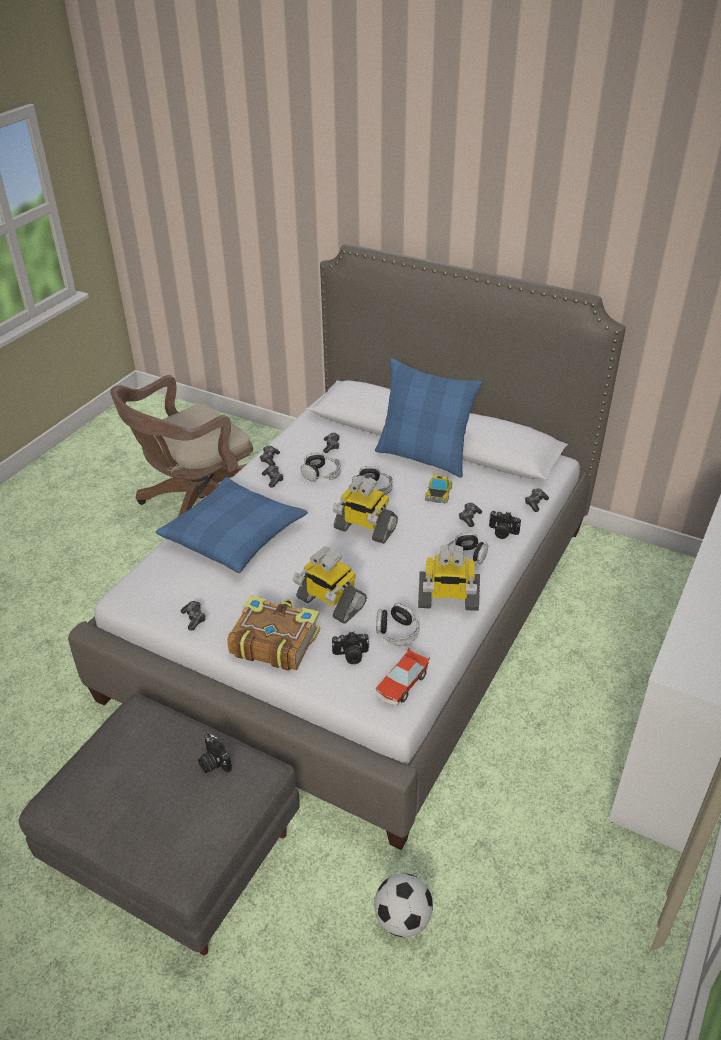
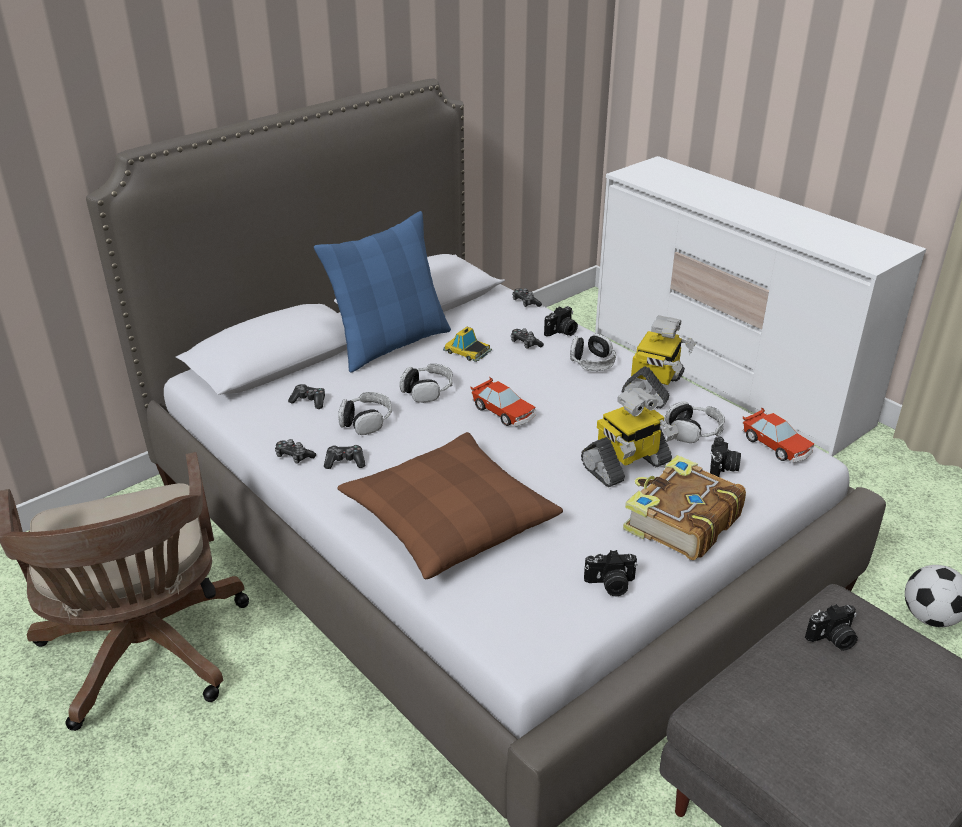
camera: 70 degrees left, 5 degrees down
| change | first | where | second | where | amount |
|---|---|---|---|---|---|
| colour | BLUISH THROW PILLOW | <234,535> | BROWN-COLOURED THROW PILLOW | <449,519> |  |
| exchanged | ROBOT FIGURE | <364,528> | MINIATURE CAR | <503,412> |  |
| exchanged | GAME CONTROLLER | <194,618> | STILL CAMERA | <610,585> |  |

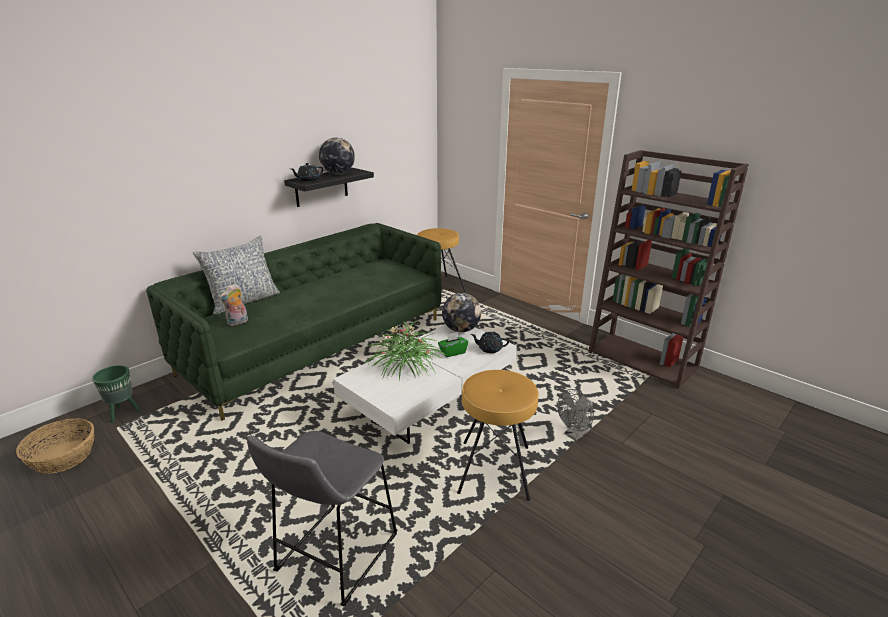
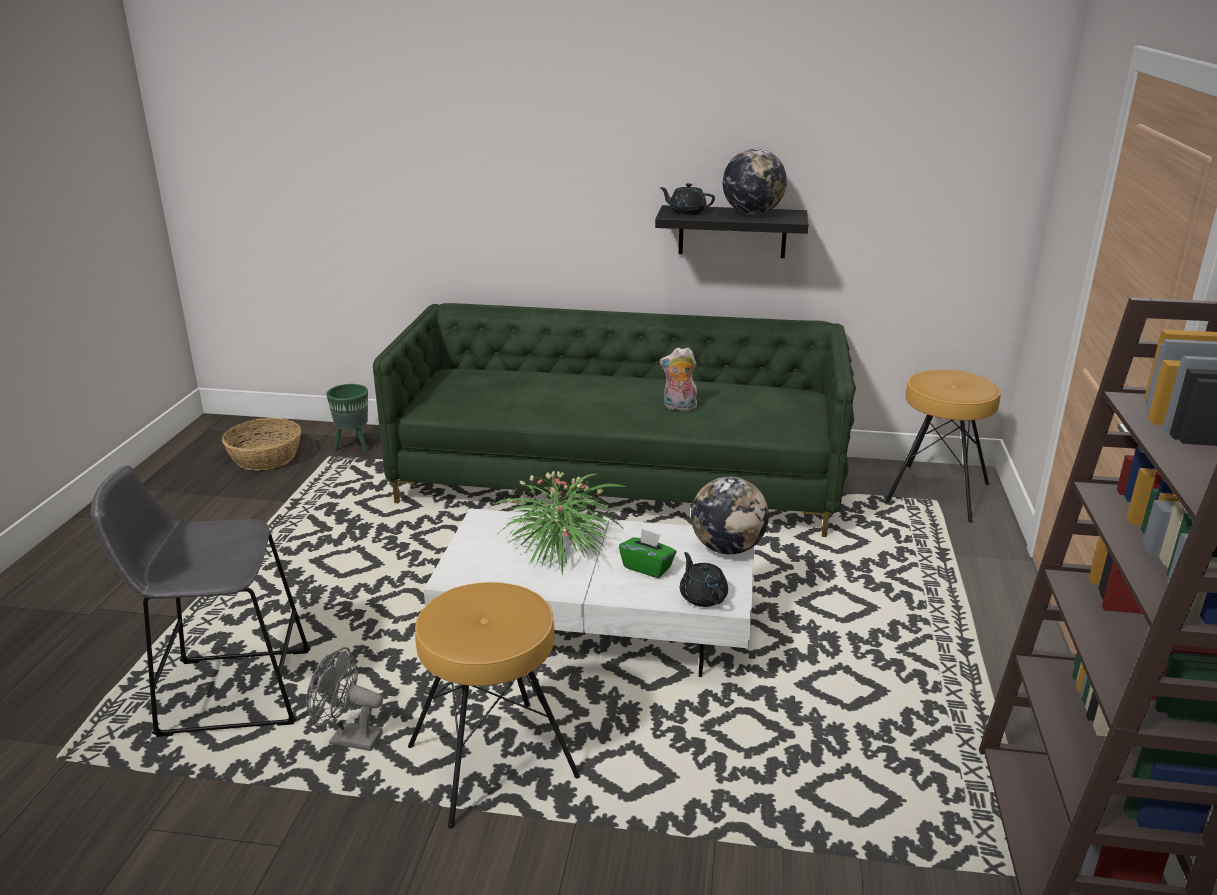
camera: 55 degrees right, 0 degrees up
| change | first | where | second | where | amount |
|---|---|---|---|---|---|
| relocated | GRAY FAN | <574,434> |  | <348,738> |  |
| relocated | CUDDLY TOY | <237,322> |  | <679,407> |  |
| missing | THROW PILLOW | <243,301> |  |  |  |

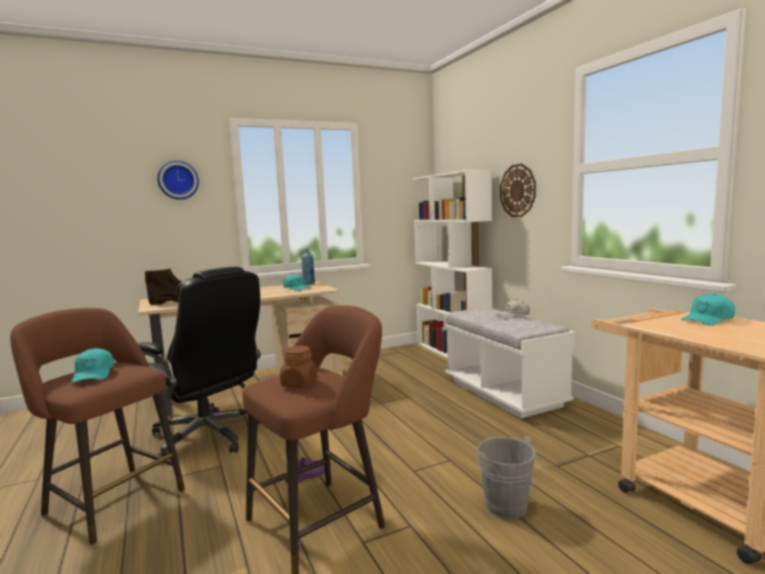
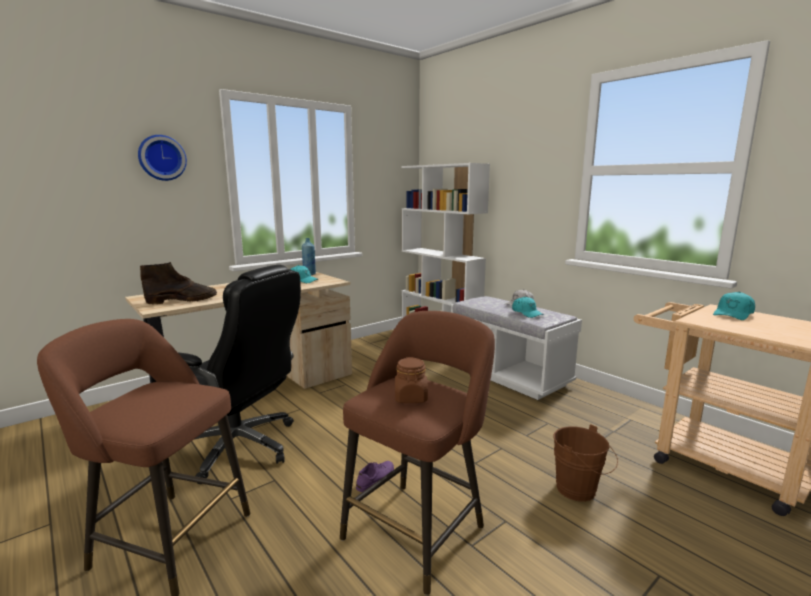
camera: 15 degrees left, 5 degrees up
| change | first | where | second | where | amount |
|---|---|---|---|---|---|
| relocated | TURQUOISE-COLOURED CAP | <94,374> |  | <527,313> |  |
| colour | GRAY WATER BUCKET | <509,509> | BROWN-COLOURED WATER BUCKET | <580,491> |  |
| missing | CLOCK ON THE WALL | <518,190> |  |  |  |

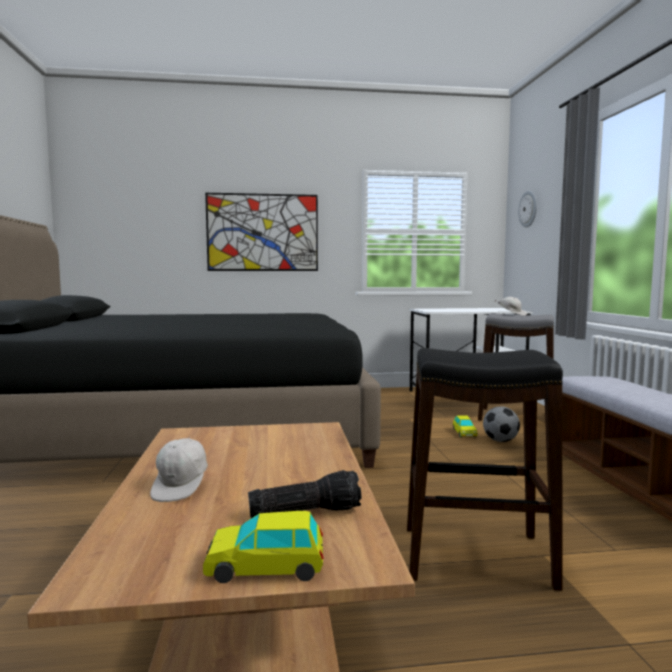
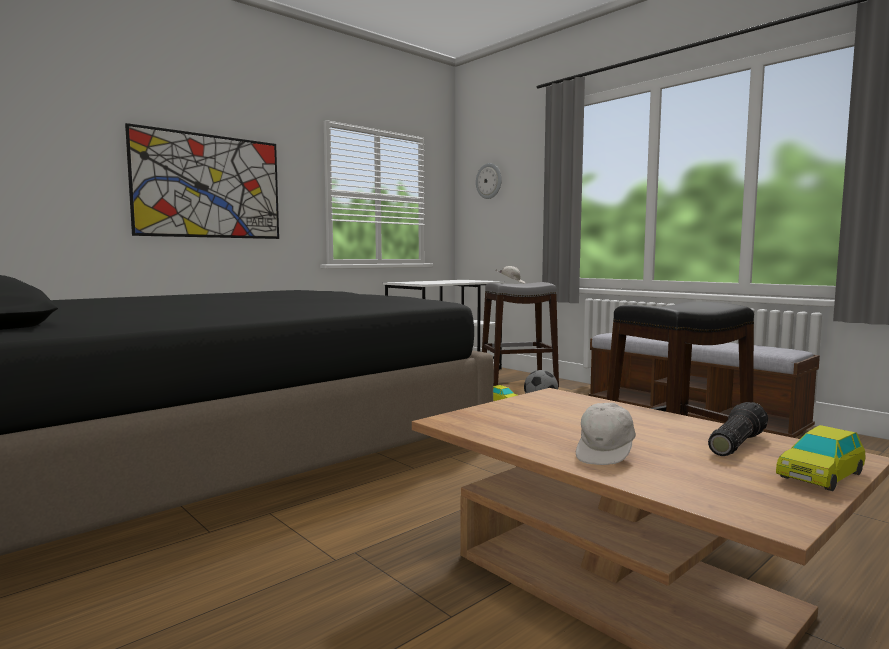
camera: 35 degrees left, 0 degrees up
| change | first | where | second | where | amount |
|---|---|---|---|---|---|
| spun | WHITE CAP | <182,487> |  | <606,454> | 60 degrees clockwise |

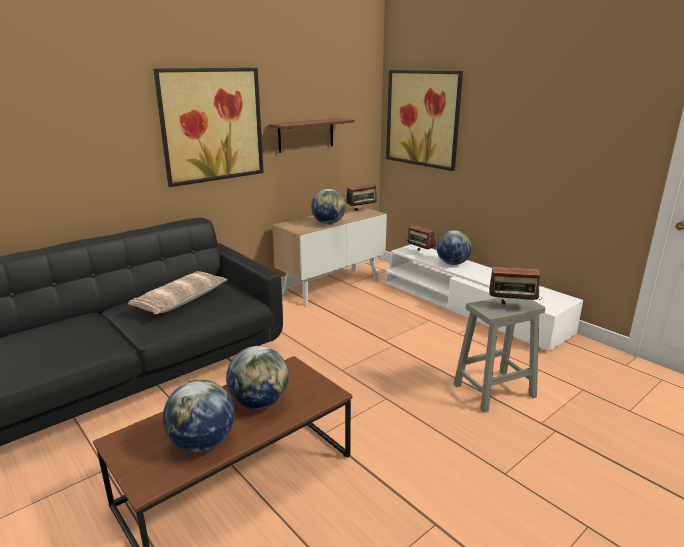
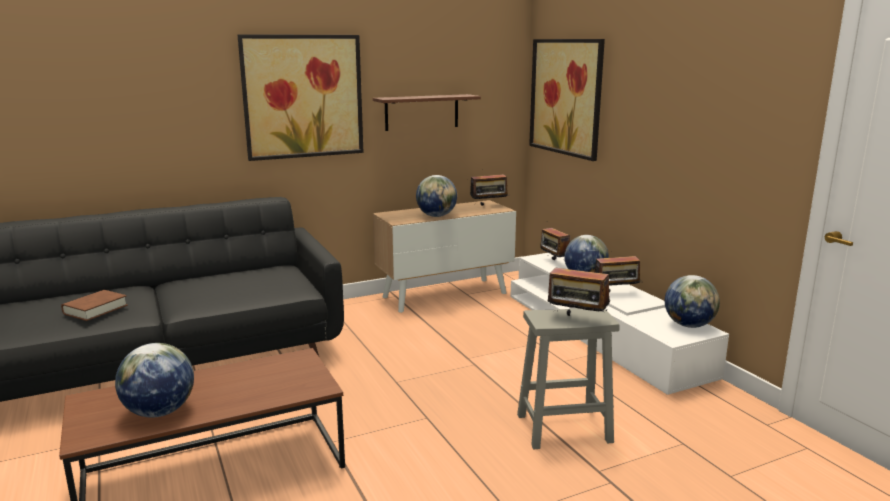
camera: 15 degrees right, 5 degrees down
| change | first | where | second | where | amount |
|---|---|---|---|---|---|
| appeared |  |  | BROWN-COLOURED VOLUME | <95,309> |  |
| appeared |  |  | RADIO | <616,293> |  |
| relocated | DESK GLOBE | <259,403> |  | <689,325> |  |
| missing | THROW PILLOW | <180,301> |  |  |  |

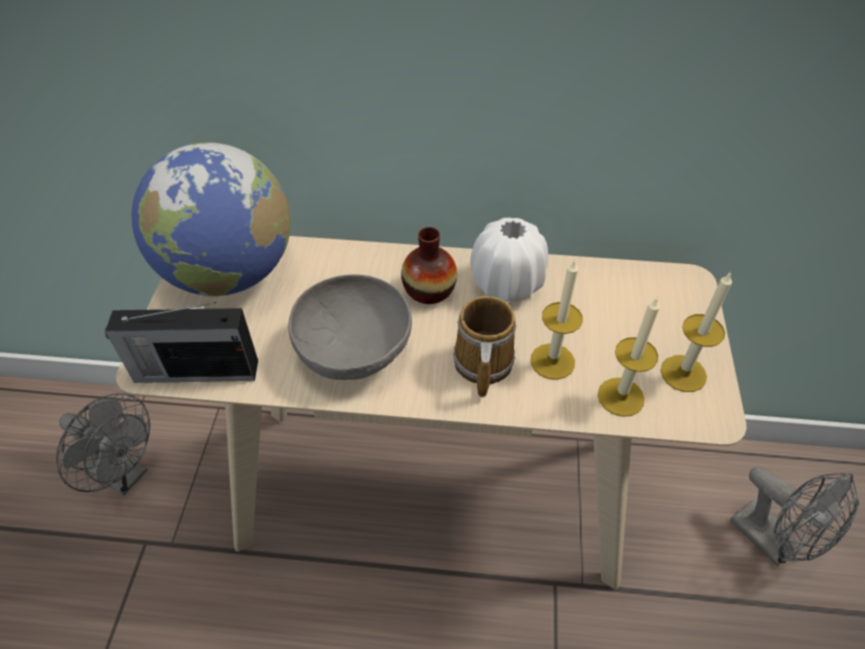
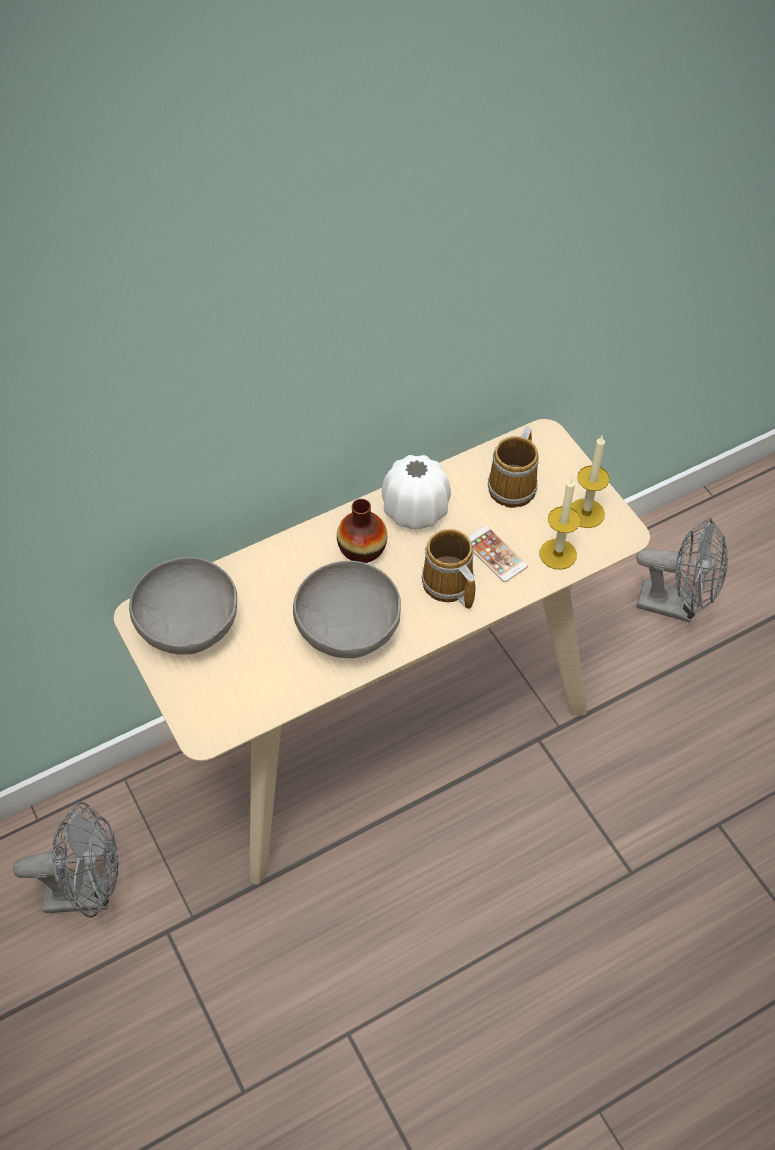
camera: 35 degrees left, 5 degrees up
| change | first | where | second | where | amount |
|---|---|---|---|---|---|
| exchanged | DESK GLOBE | <229,273> | GRAY SERVING BOWL | <189,624> |  |
| exchanged | WAX CANDLE | <552,361> | TELEPHONE | <495,554> |  |
| appeared |  |  | MUG | <515,486> |  |
| missing | RADIO | <194,371> |  |  |  |

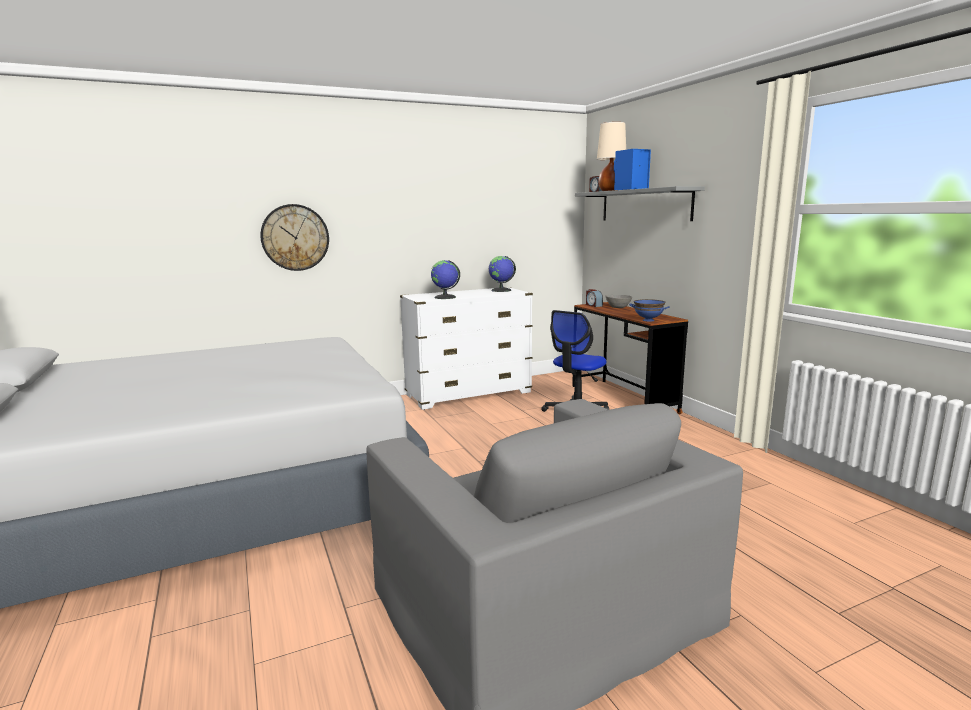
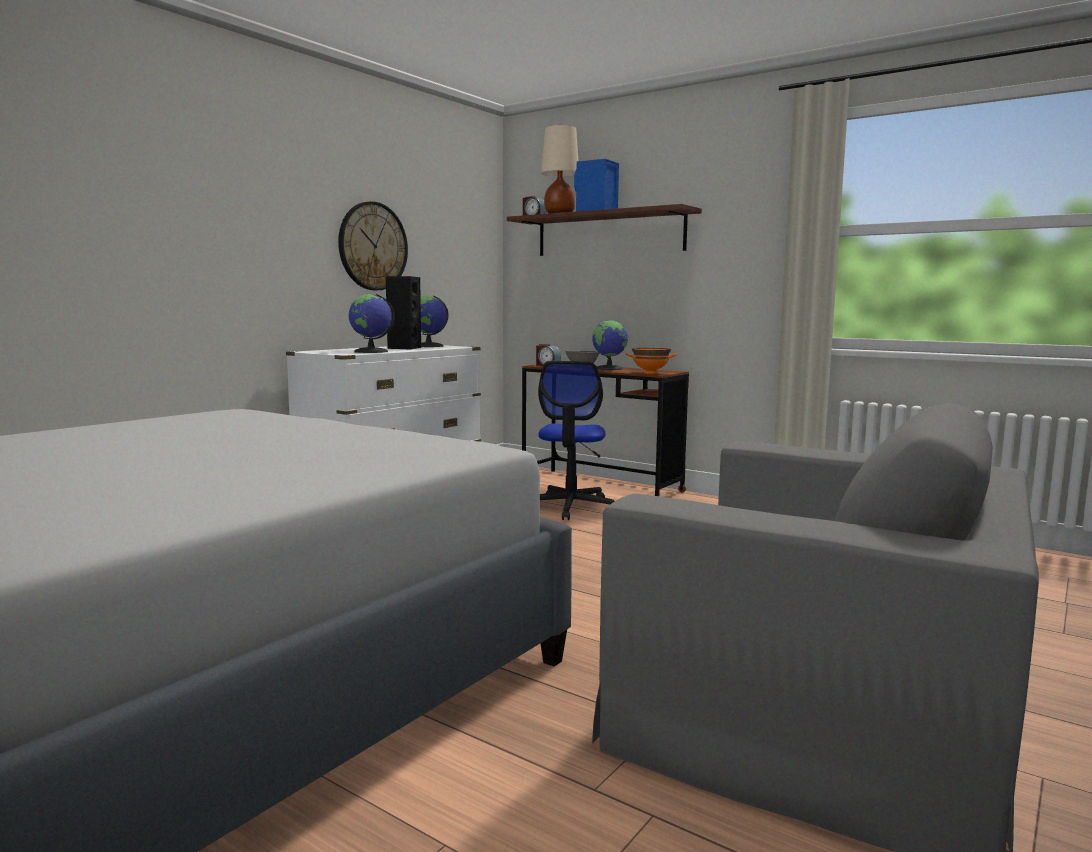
camera: 30 degrees left, 5 degrees down
| change | first | where | second | where | amount |
|---|---|---|---|---|---|
| relocated | CLOCK ON THE WALL | <295,237> |  | <372,246> |  |
| appeared |  |  | BLACKISH AUDIO SPEAKER | <404,348> |  |
| colour | GRAY BRACKET SHELF | <644,205> | BROWN-COLOURED BRACKET SHELF | <609,234> |  |
| appeared |  |  | DESK GLOBE | <609,368> |  |
| colour | BLUISH SERVING BOWL | <648,320> | ORANGE SERVING BOWL | <650,373> |  |

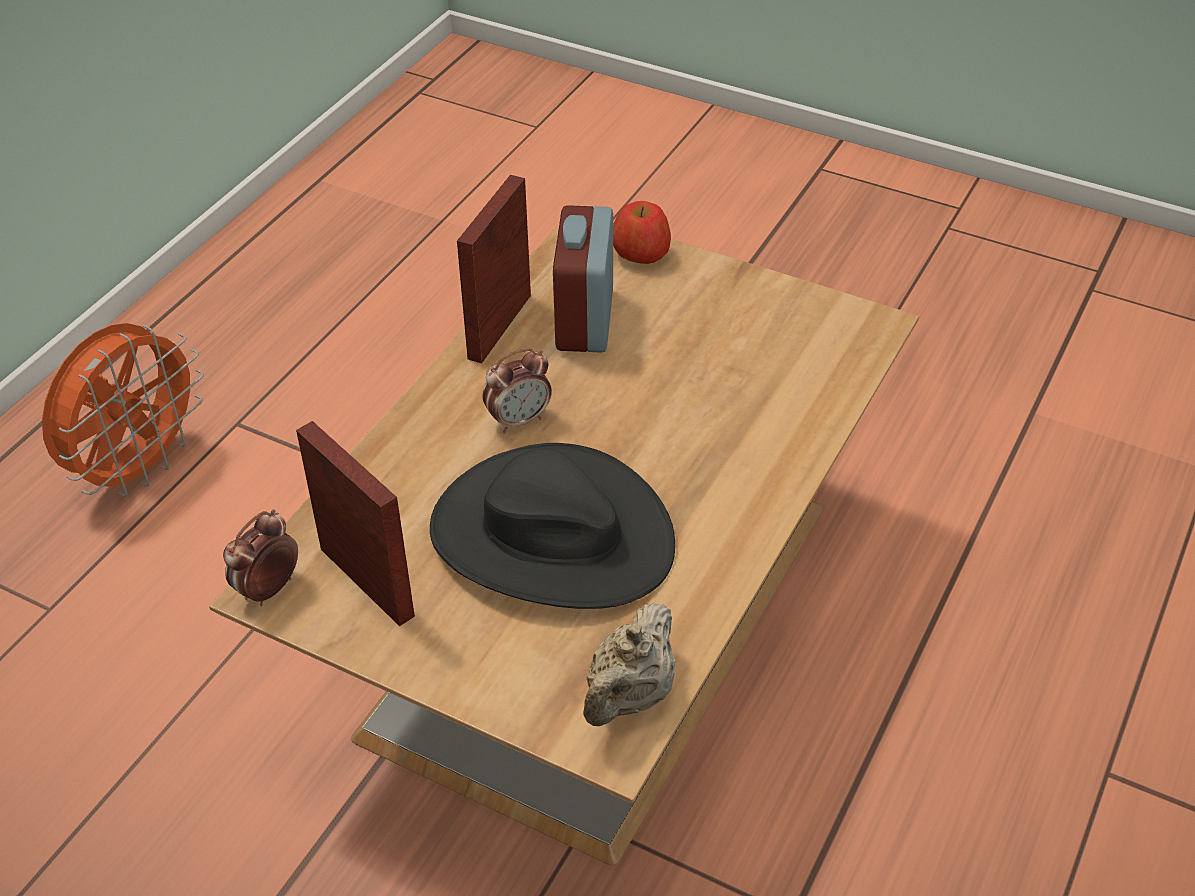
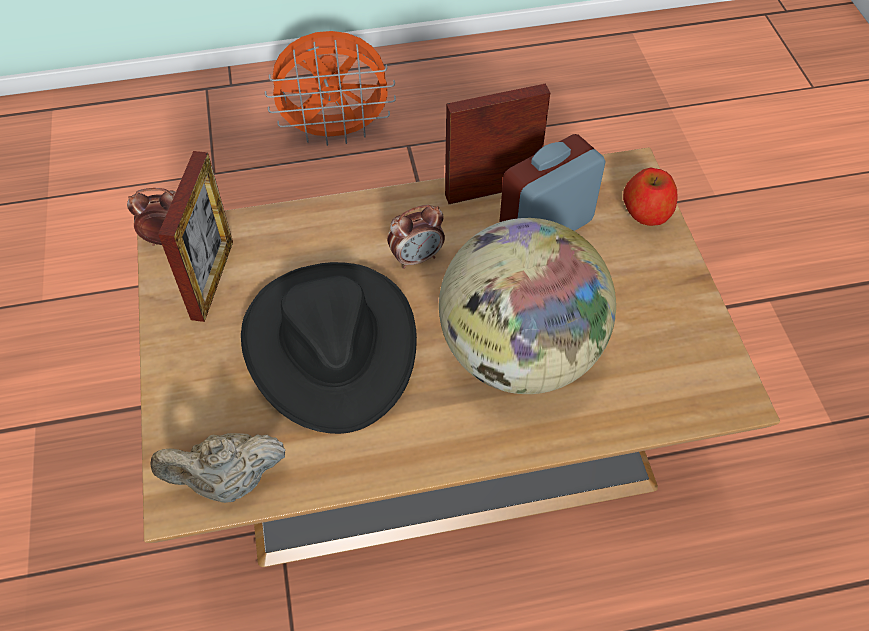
camera: 50 degrees right, 10 degrees up
| change | first | where | second | where | amount |
|---|---|---|---|---|---|
| spun | BEDSIDE CLOCK | <519,420> |  | <417,258> | 45 degrees counterclockwise |
| appeared |  |  | DESK GLOBE | <519,354> |  |

